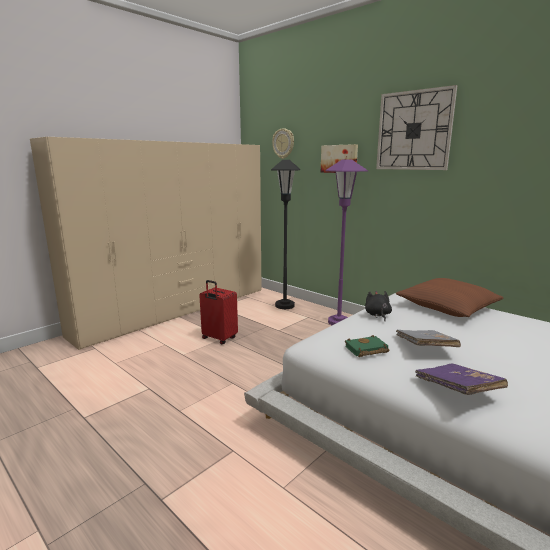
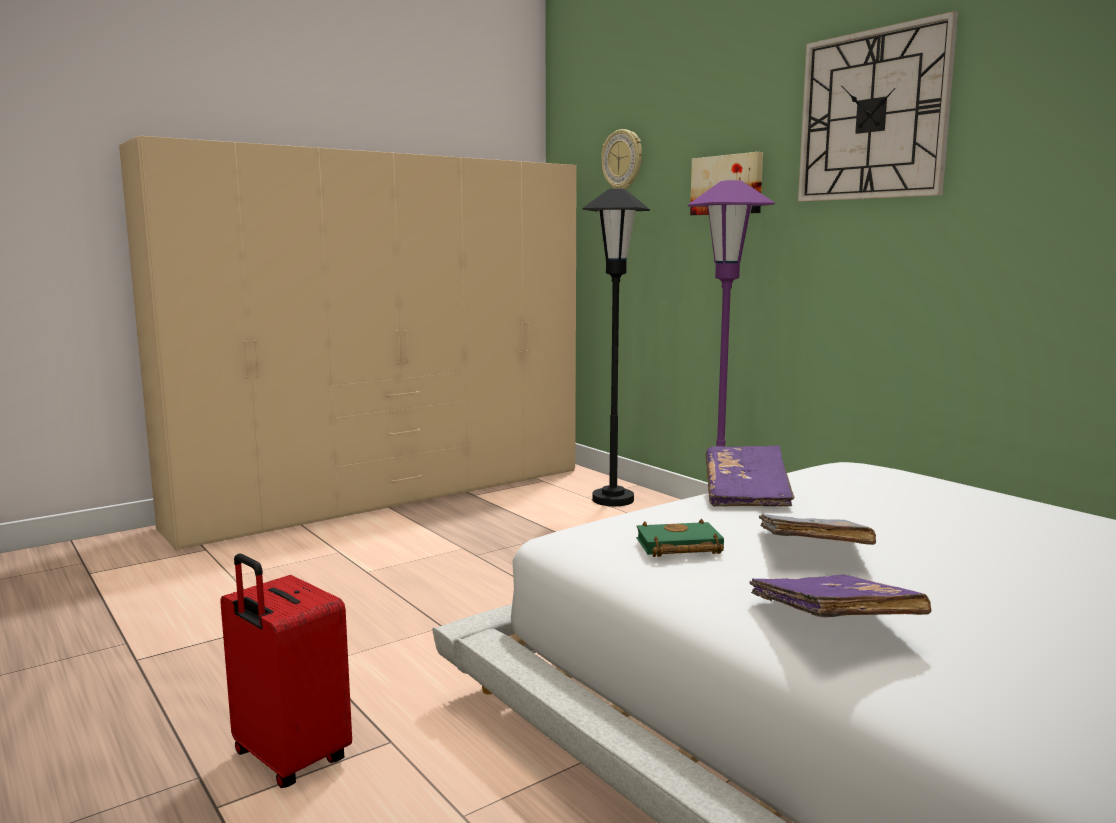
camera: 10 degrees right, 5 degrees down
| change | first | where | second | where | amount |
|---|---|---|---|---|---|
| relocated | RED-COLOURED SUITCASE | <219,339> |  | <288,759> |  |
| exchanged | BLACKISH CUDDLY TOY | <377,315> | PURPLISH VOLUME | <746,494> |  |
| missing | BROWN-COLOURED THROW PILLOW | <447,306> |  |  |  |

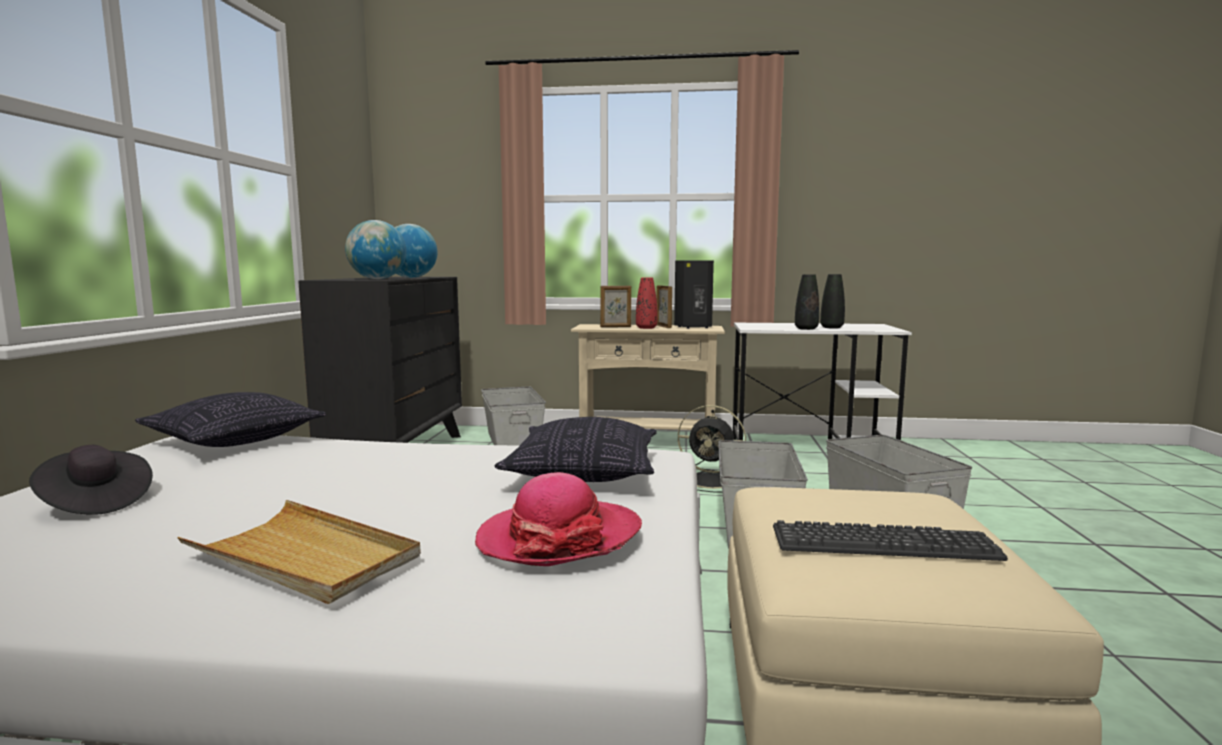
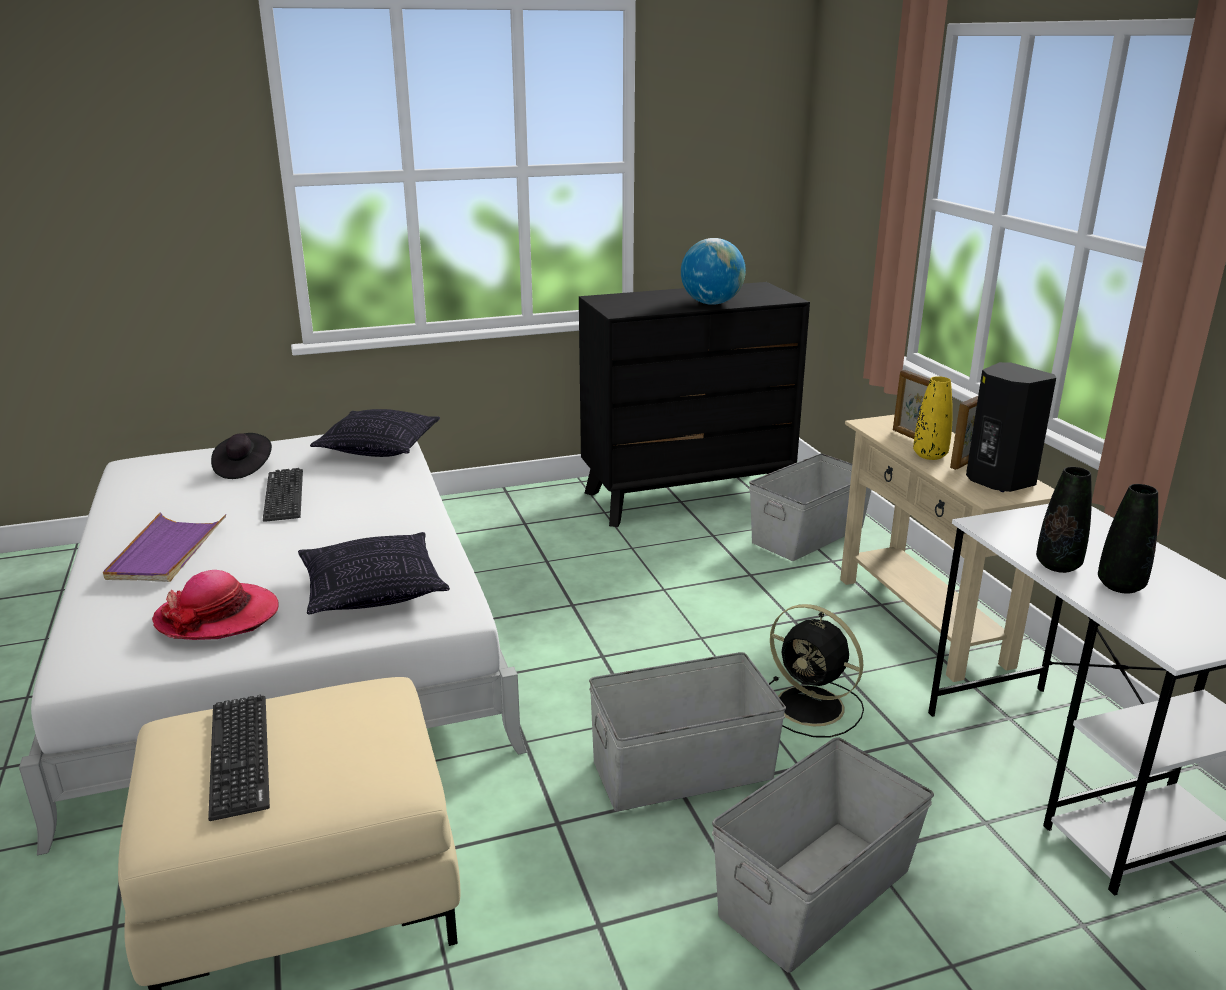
camera: 65 degrees right, 15 degrees up
| change | first | where | second | where | amount |
|---|---|---|---|---|---|
| colour | BEIGE CARRYING TRAY | <304,557> | PURPLISH CARRYING TRAY | <167,552> |  |
| appeared |  |  | KEYBOARD | <284,495> |  |
| spun | BLACKISH FAN | <712,481> |  | <813,707> | 45 degrees counterclockwise |
| colour | RED-COLOURED VASE | <646,328> | YELLOW-COLOURED VASE | <930,455> |  |
| missing | DESK GLOBE | <377,279> |  |  |  |

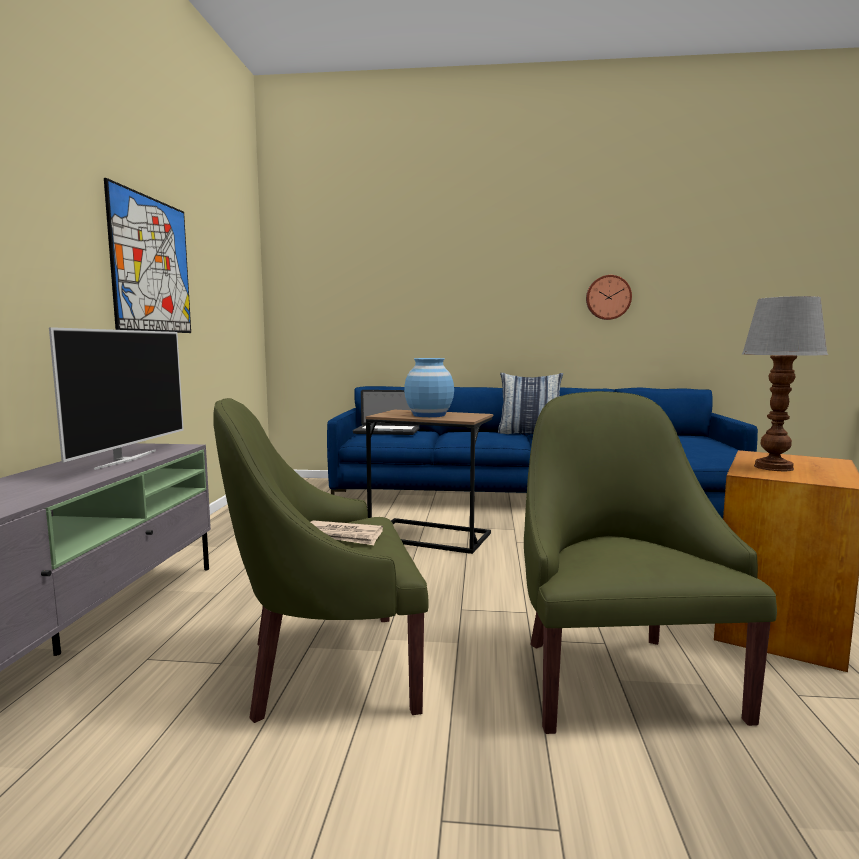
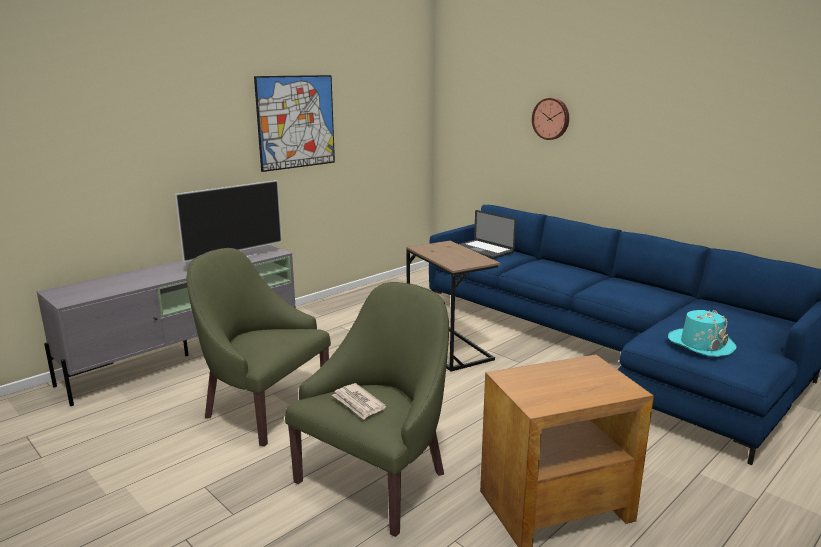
camera: 40 degrees right, 10 degrees up
| change | first | where | second | where | amount |
|---|---|---|---|---|---|
| relocated | DAILY PAPER | <341,536> |  | <358,403> |  |
| relocated | CLOCK ON THE WALL | <608,297> |  | <551,118> |  |
| appeared |  |  | TURQUOISE-COLOURED HAT | <700,344> |  |
| missing | BLUISH VASE | <429,415> |  |  |  |
| missing | THROW PILLOW | <529,433> |  |  |  |
| missing | LAMP FOR A TABLE | <772,467> |  |  |  |

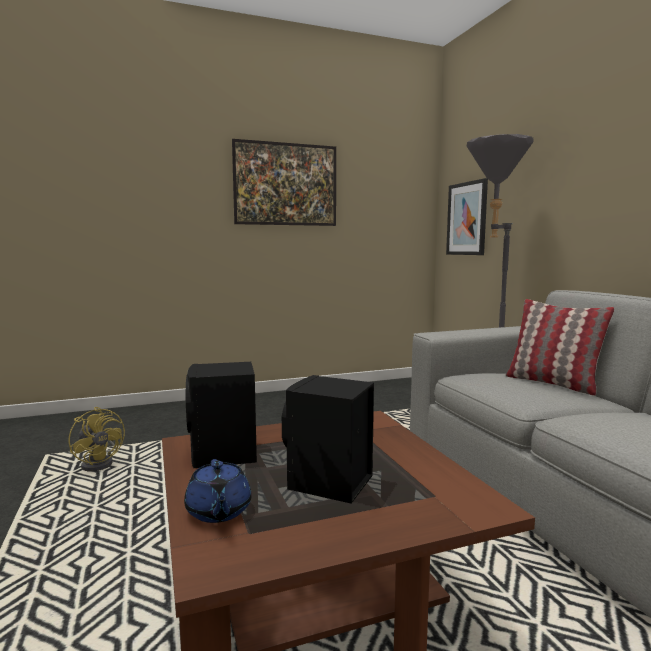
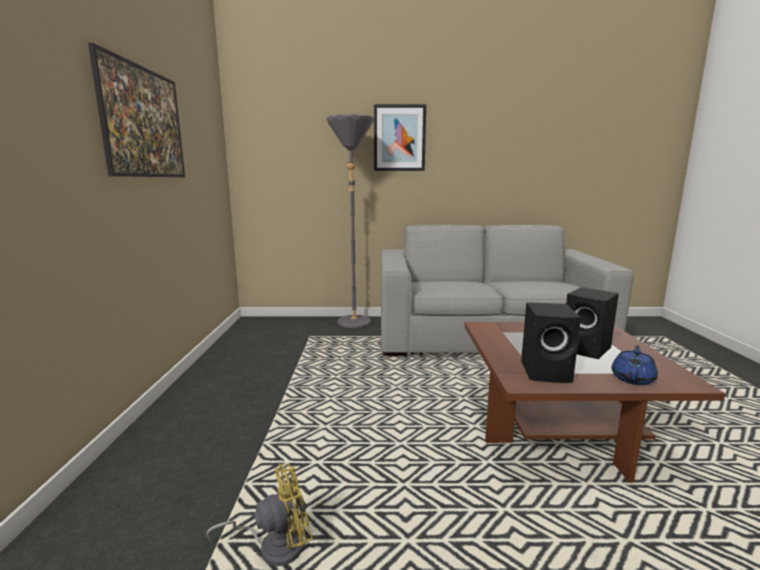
camera: 70 degrees left, 5 degrees up
| change | first | where | second | where | amount |
|---|---|---|---|---|---|
| relocated | WALL ART | <467,218> |  | <399,138> |  |
| spun | BLUISH TEA POT | <218,511> |  | <633,378> | 60 degrees counterclockwise |
| missing | THROW PILLOW | <552,383> |  |  |  |

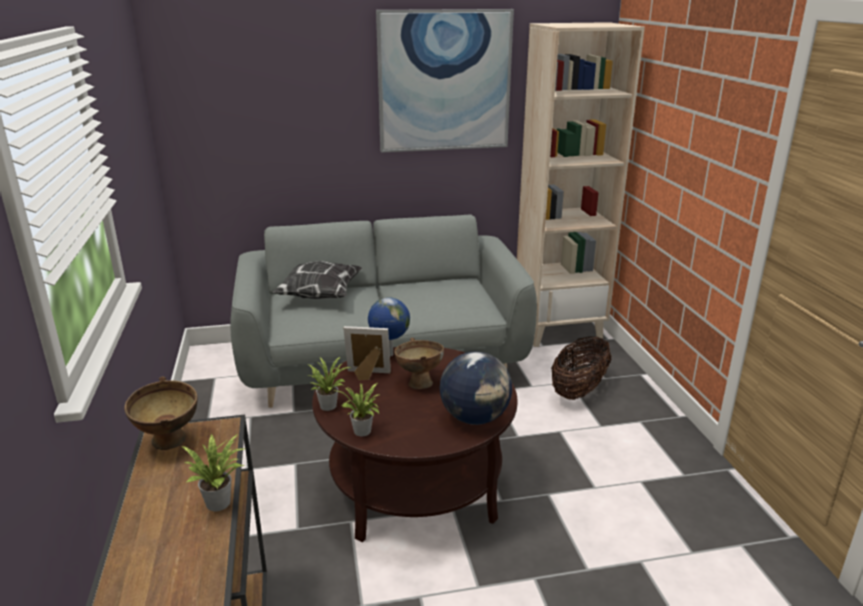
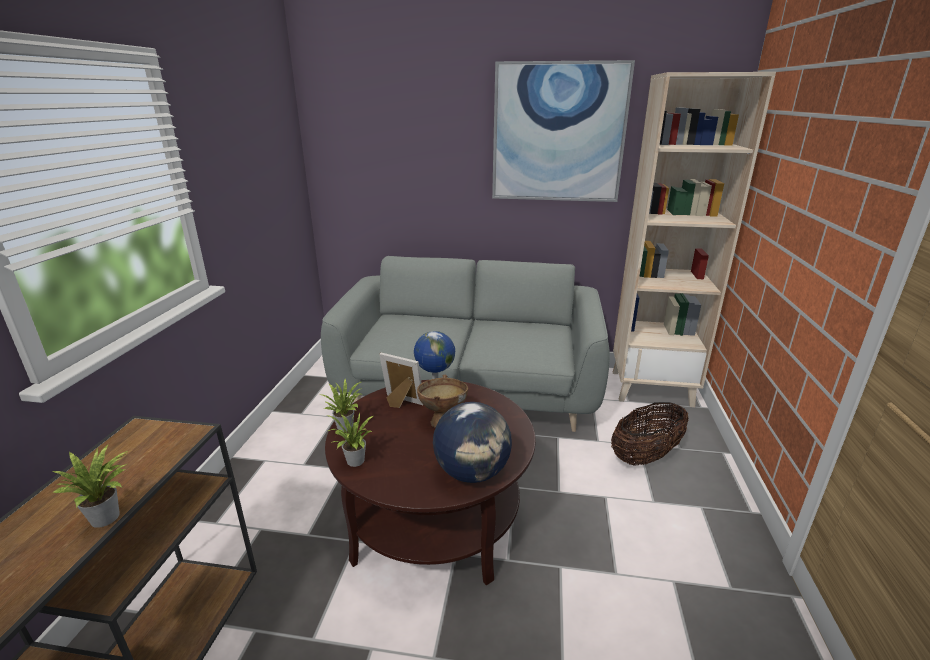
camera: 20 degrees right, 0 degrees up
| change | first | where | second | where | amount |
|---|---|---|---|---|---|
| missing | BROWN-COLOURED SERVING BOWL | <170,444> |  |  |  |
| missing | THROW PILLOW | <318,295> |  |  |  |

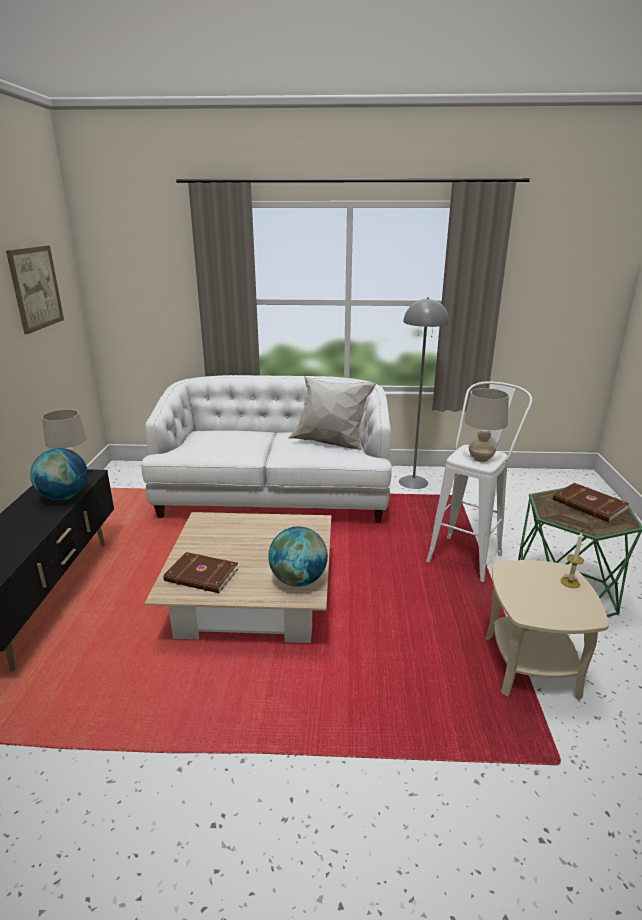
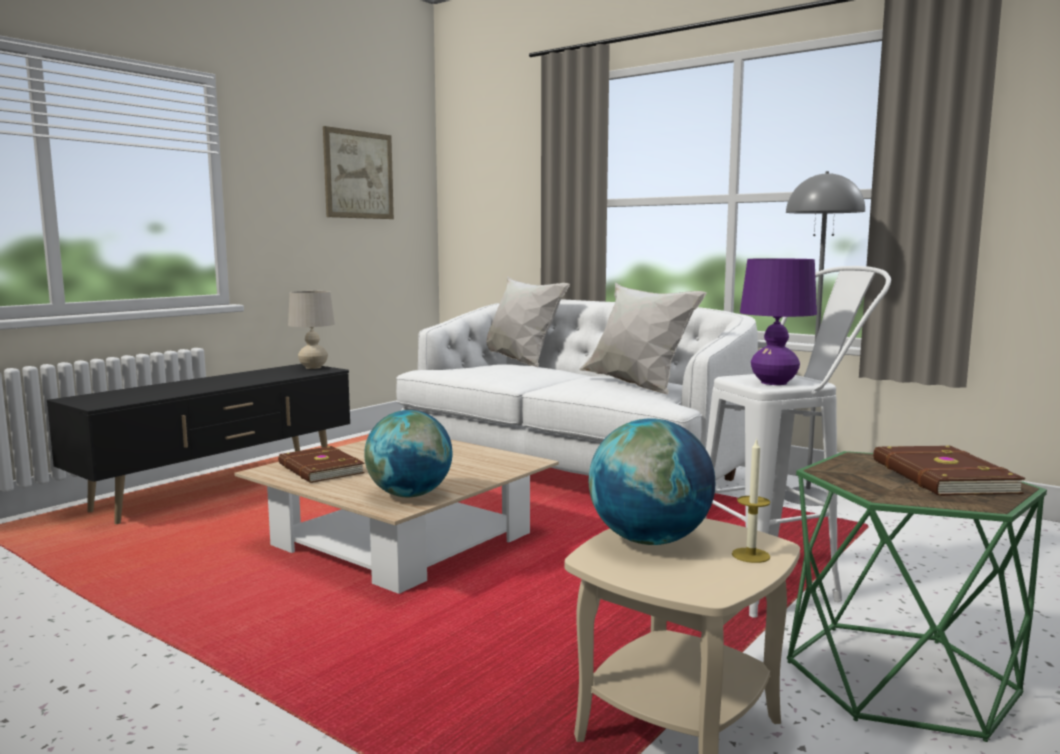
camera: 35 degrees right, 15 degrees down
| change | first | where | second | where | amount |
|---|---|---|---|---|---|
| appeared |  |  | WHITE THROW PILLOW | <520,361> |  |
| relocated | DESK GLOBE | <64,497> |  | <649,540> |  |
| colour | BEIGE LAMP FOR A TABLE | <481,458> | PURPLISH LAMP FOR A TABLE | <774,383> |  |

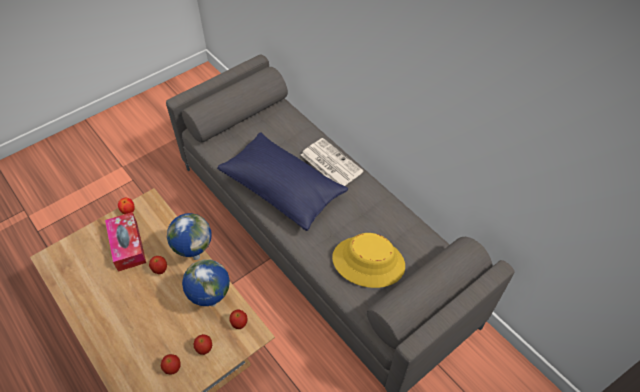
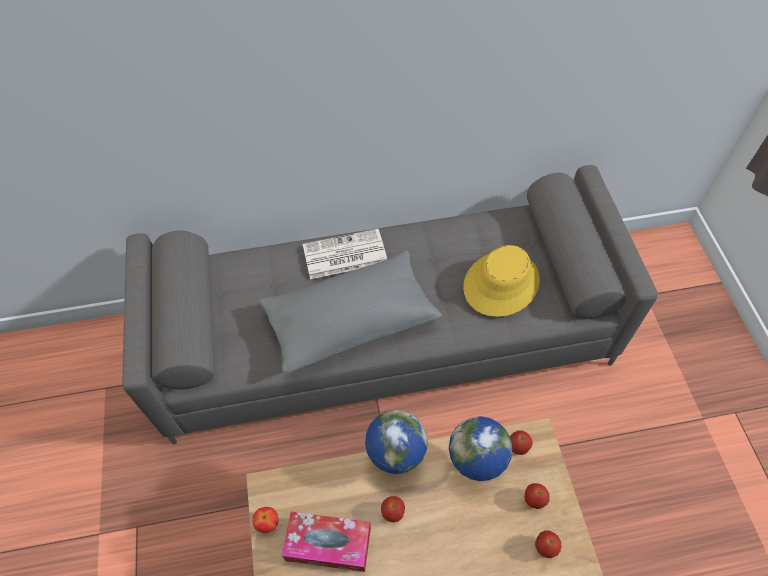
camera: 60 degrees left, 5 degrees up
| change | first | where | second | where | amount |
|---|---|---|---|---|---|
| colour | BLUISH THROW PILLOW | <282,189> | GRAY THROW PILLOW | <350,321> |  |

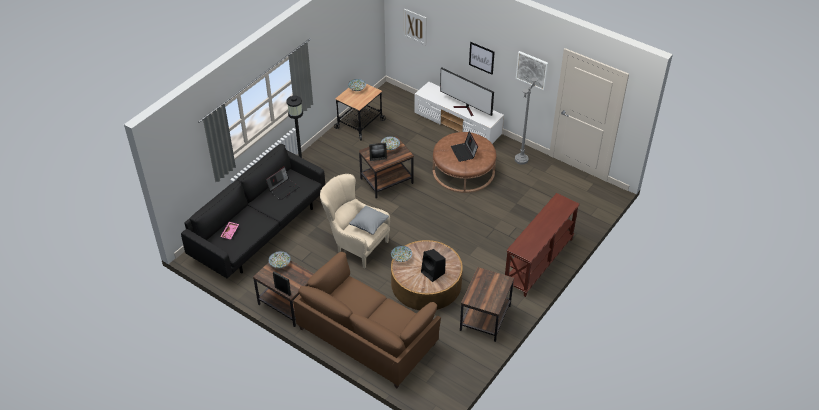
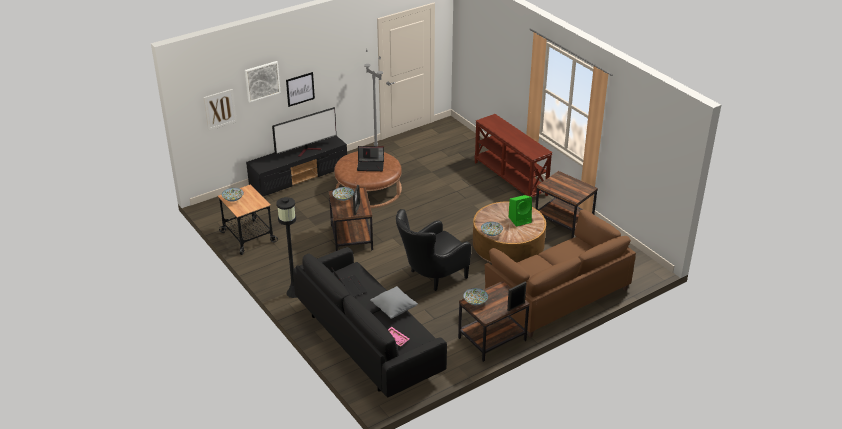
camera: 70 degrees left, 10 degrees down
| change | first | where | second | where | amount |
|---|---|---|---|---|---|
| relocated | WALL ART | <532,70> |  | <262,81> |  |
| colour | WHITE MEDIA CONSOLE | <458,124> | BLACKISH MEDIA CONSOLE | <299,176> |  |
| relocated | GRAY THROW PILLOW | <369,225> |  | <394,309> |  |
| colour | BEIGE EASY CHAIR | <355,244> | BLACKISH EASY CHAIR | <431,277> |  |
| colour | BLACKISH AUDIO SPEAKER | <433,273> | GREEN AUDIO SPEAKER | <520,219> |  |

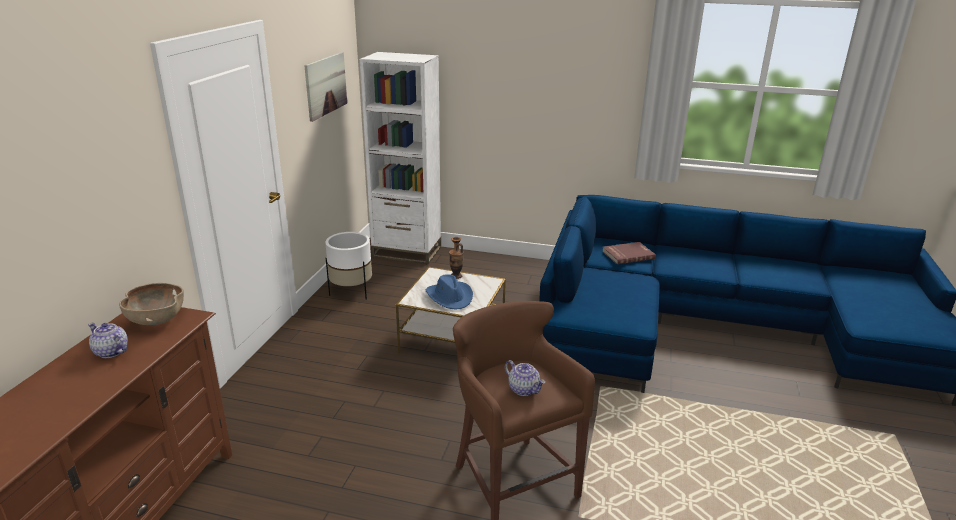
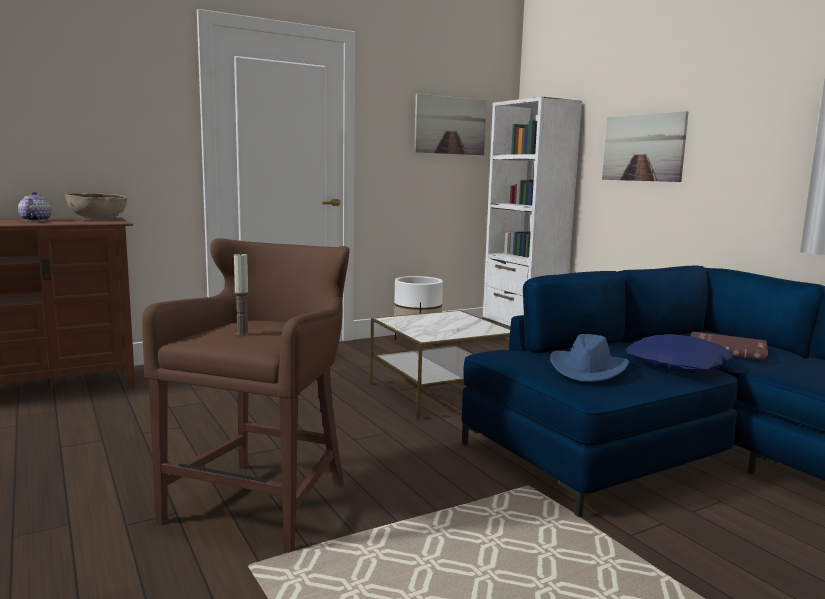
camera: 45 degrees right, 15 degrees down
| change | first | where | second | where | amount |
|---|---|---|---|---|---|
| exchanged | TEA POT | <524,389> | WAX CANDLE | <242,333> |  |
| relocated | BLUISH HAT | <450,297> |  | <588,370> |  |
| appeared |  |  | WALL ART | <643,147> |  |
| appeared |  |  | BLUISH THROW PILLOW | <679,365> |  |
| missing | VASE | <456,276> |  |  |  |

